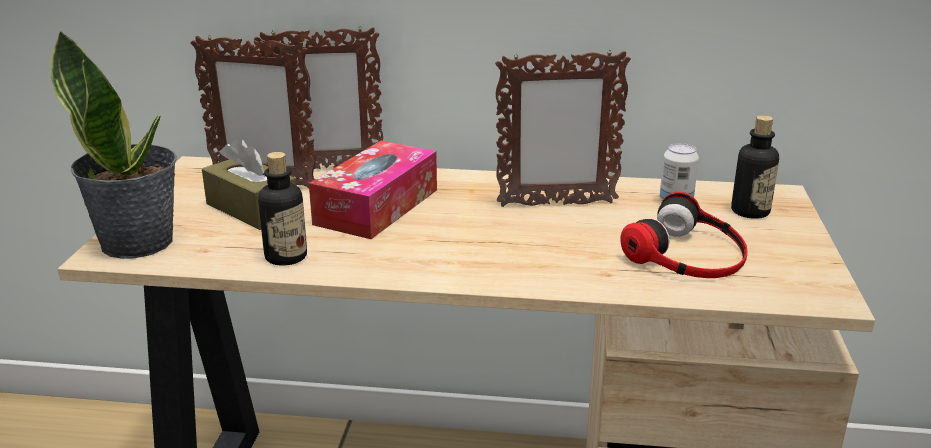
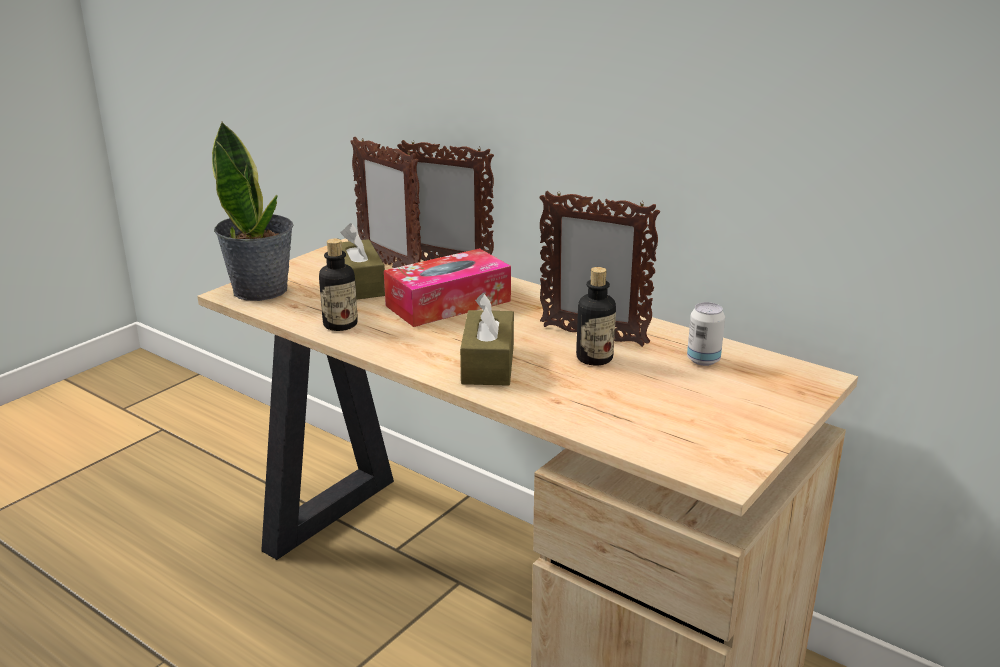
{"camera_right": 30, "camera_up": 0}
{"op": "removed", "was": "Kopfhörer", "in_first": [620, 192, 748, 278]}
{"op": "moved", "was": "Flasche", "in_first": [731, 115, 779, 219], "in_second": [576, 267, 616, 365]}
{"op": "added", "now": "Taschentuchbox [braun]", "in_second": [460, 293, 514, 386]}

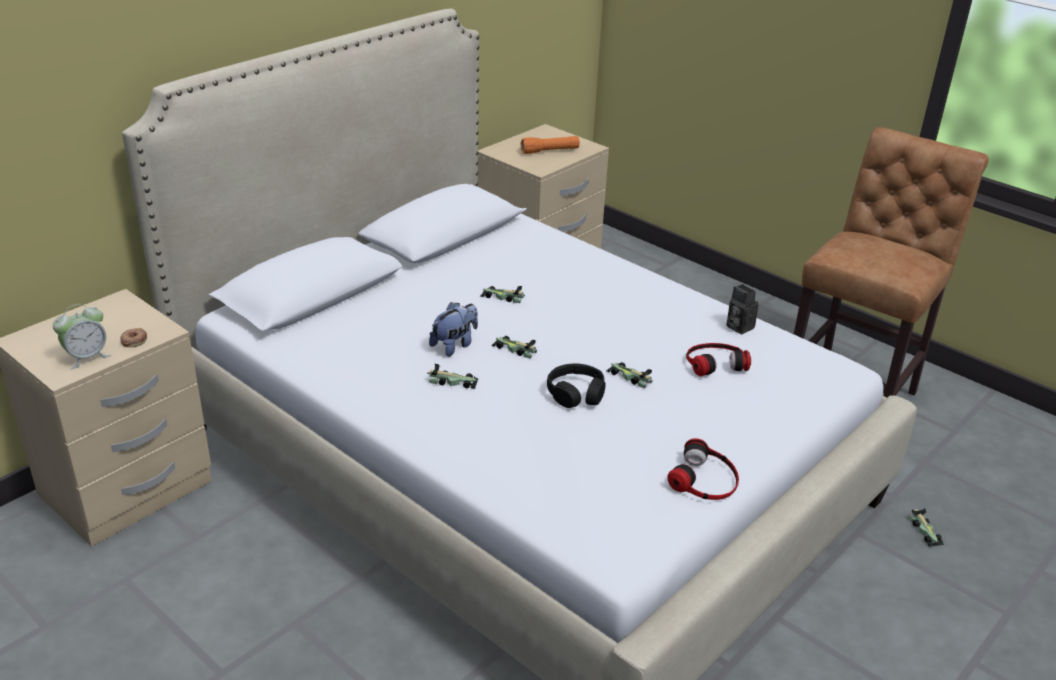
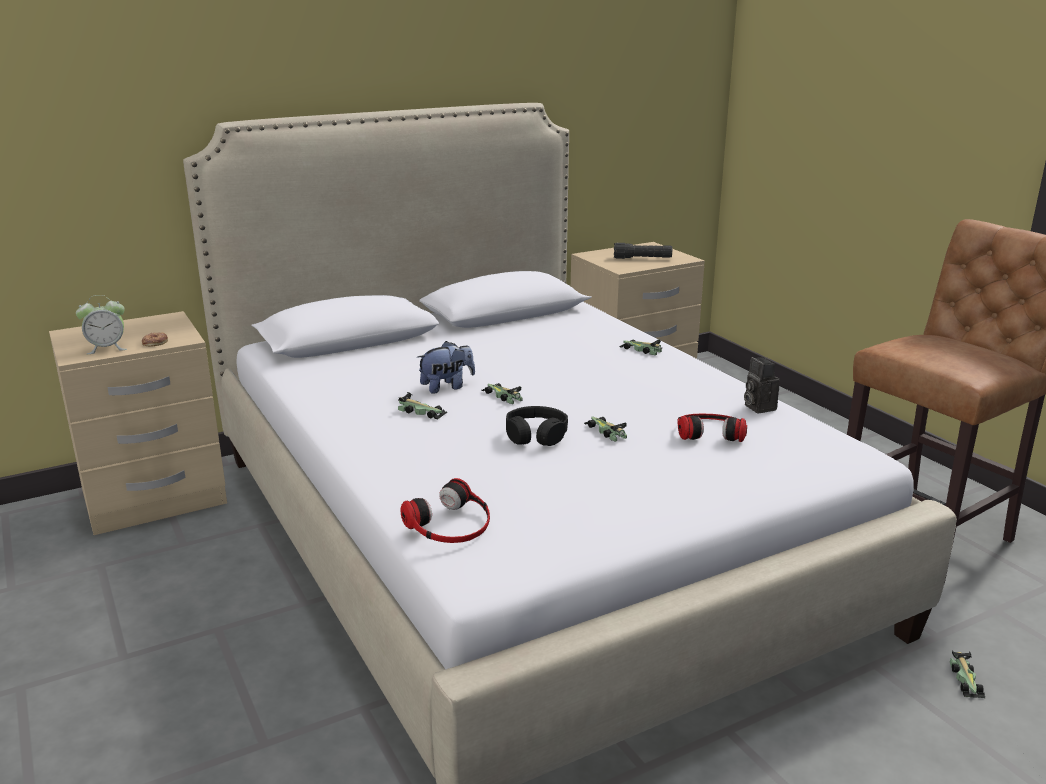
{"camera_right": 20, "camera_up": -10}
{"op": "moved", "was": "Spielzeugauto", "in_first": [481, 286, 525, 303], "in_second": [619, 339, 662, 355]}
{"op": "recoloured", "was": "Taschenlampe [orange]", "now": "Taschenlampe [schwarz]", "in_first": [521, 136, 580, 154], "in_second": [614, 243, 672, 259]}
{"op": "moved", "was": "Kopfhörer", "in_first": [667, 438, 739, 500], "in_second": [400, 478, 490, 543]}

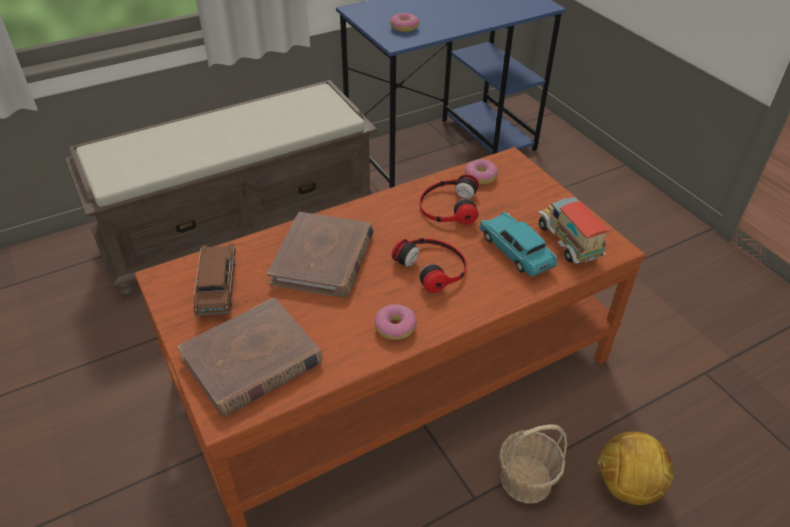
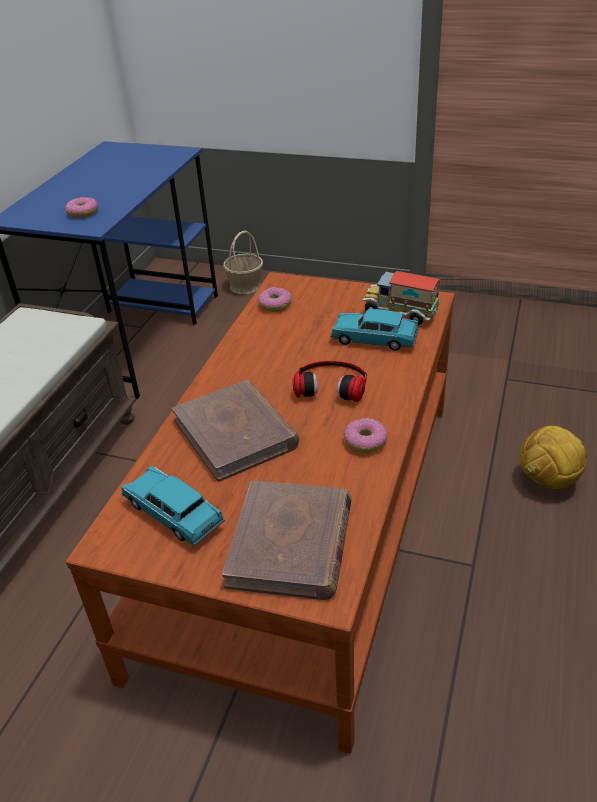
{"camera_right": -40, "camera_up": -5}
{"op": "recoloured", "was": "Spielzeugauto [braun]", "now": "Spielzeugauto [türkis]", "in_first": [194, 244, 236, 316], "in_second": [121, 466, 225, 546]}
{"op": "removed", "was": "Kopfhörer", "in_first": [419, 174, 479, 225]}
{"op": "moved", "was": "Korb", "in_first": [499, 424, 567, 504], "in_second": [223, 231, 263, 294]}

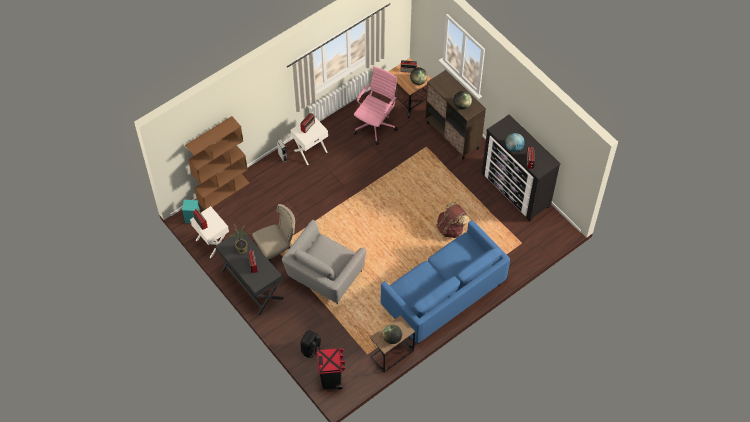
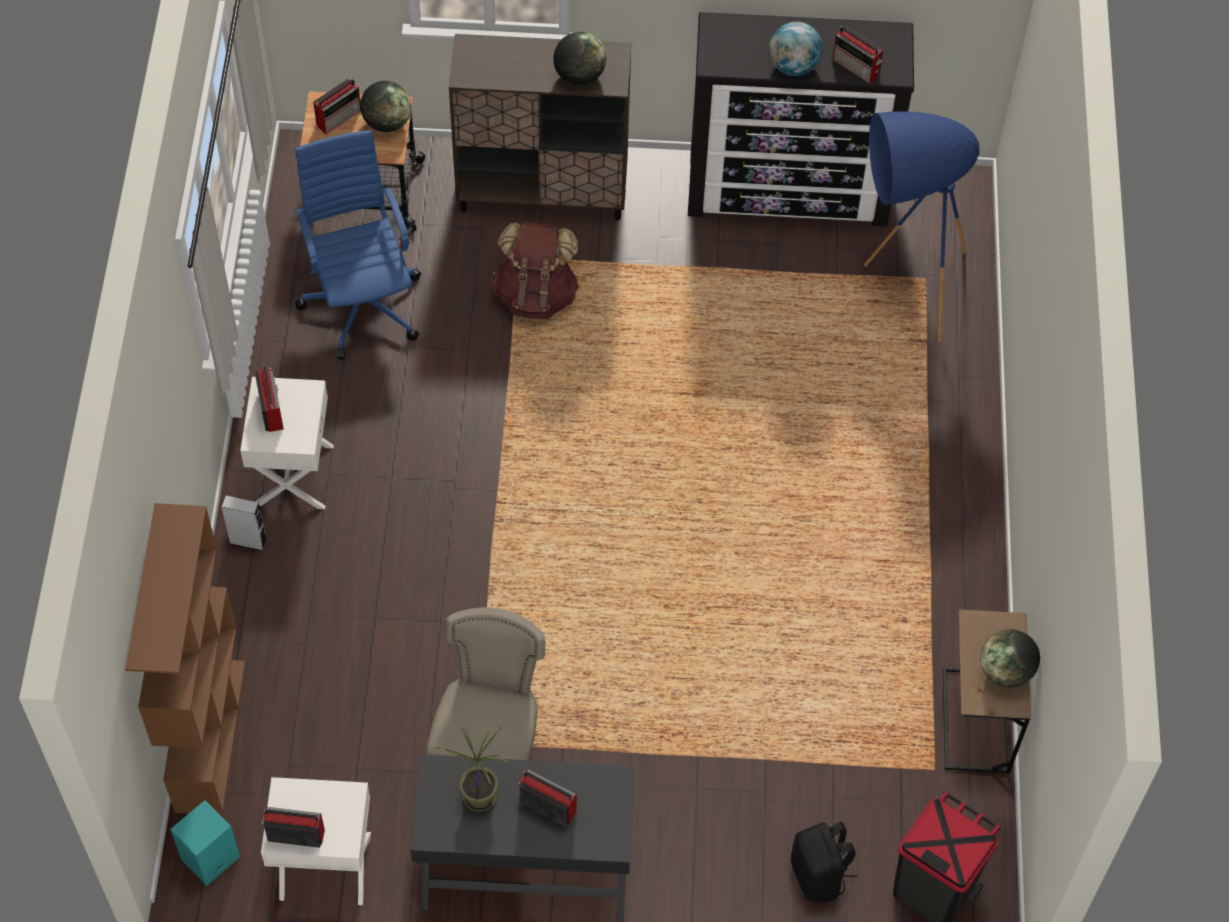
{"camera_right": -50, "camera_up": 0}
{"op": "removed", "was": "Sessel [grau]", "in_first": [282, 220, 366, 304]}
{"op": "recoloured", "was": "Bürostuhl [rosa]", "now": "Bürostuhl [blau]", "in_first": [353, 66, 398, 145], "in_second": [295, 130, 421, 359]}
{"op": "removed", "was": "Sofa [blau]", "in_first": [381, 220, 510, 344]}
{"op": "moved", "was": "Rucksack [braun]", "in_first": [437, 202, 469, 238], "in_second": [492, 221, 580, 319]}
{"op": "added", "now": "Stehlampe [blau]", "in_second": [864, 111, 979, 341]}

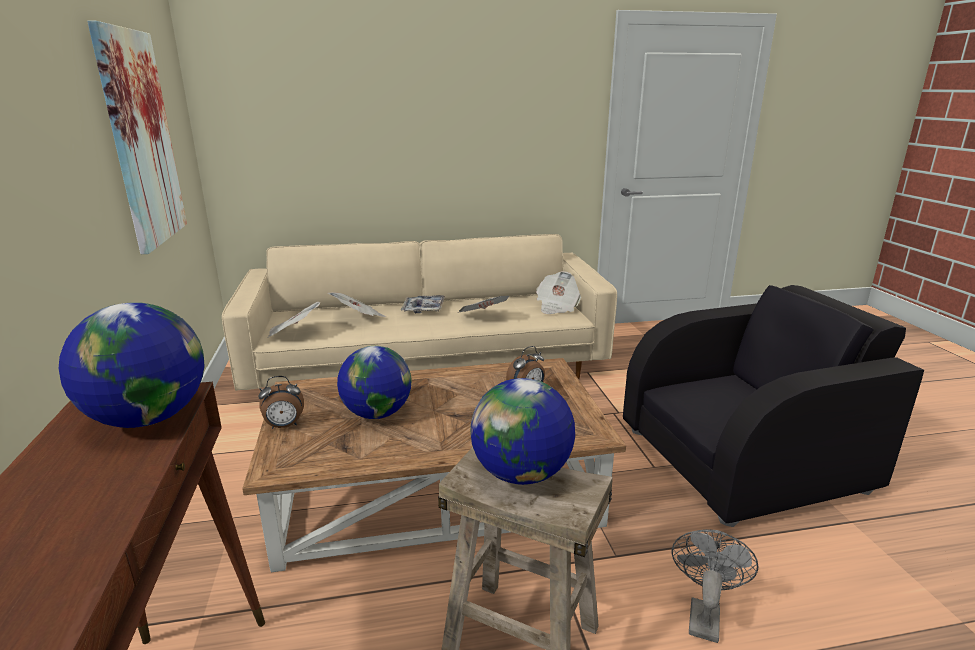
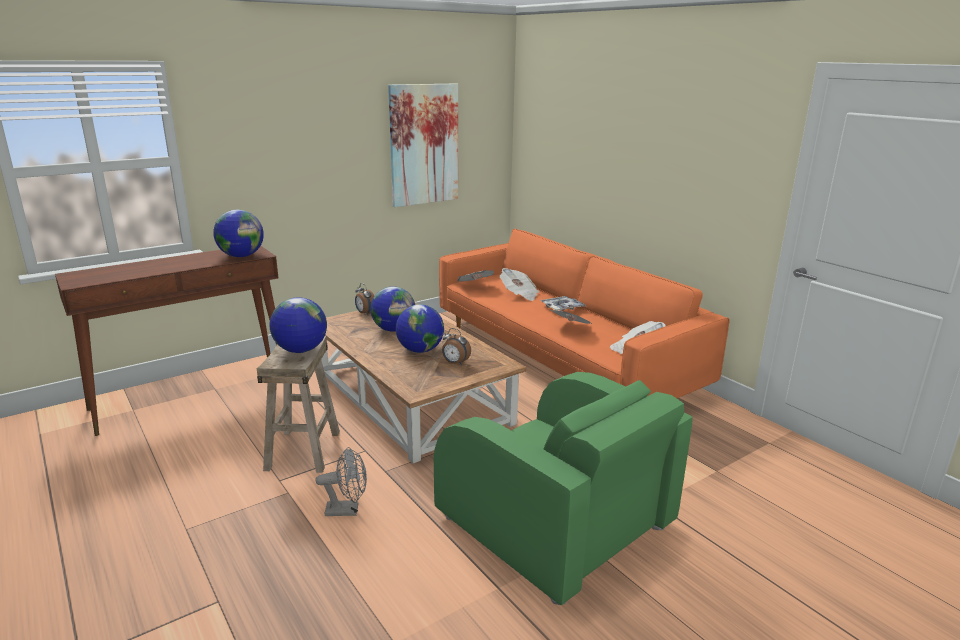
{"camera_right": 65, "camera_up": 0}
{"op": "recoloured", "was": "Sofa [beige]", "now": "Sofa [orange]", "in_first": [222, 234, 617, 391], "in_second": [439, 229, 730, 398]}
{"op": "recoloured", "was": "Sessel [schwarz]", "now": "Sessel [grün]", "in_first": [623, 285, 924, 527], "in_second": [434, 372, 693, 605]}
{"op": "added", "now": "Globus", "in_second": [396, 304, 444, 353]}

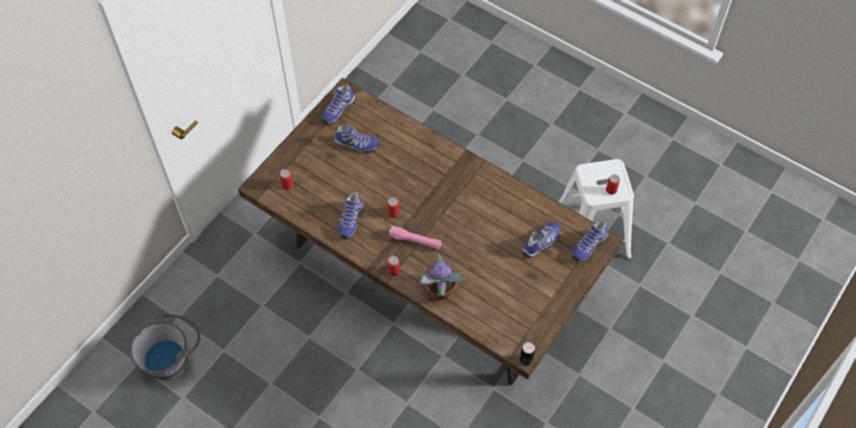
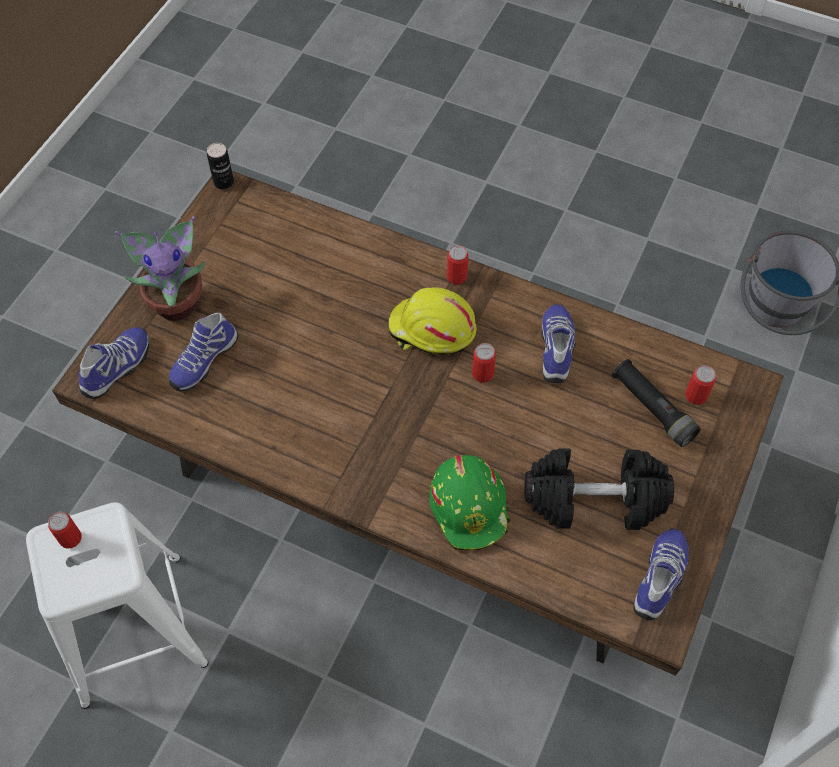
{"camera_right": 170, "camera_up": 0}
{"op": "replaced", "was": "Schuh", "now": "Hantel [schwarz]", "in_first": [334, 124, 380, 153], "in_second": [524, 448, 674, 530]}
{"op": "replaced", "was": "Taschenlampe [rosa]", "now": "Schutzhelm [gelb]", "in_first": [388, 226, 441, 250], "in_second": [388, 287, 476, 355]}
{"op": "moved", "was": "Topfpflanze", "in_first": [418, 253, 465, 300], "in_second": [115, 216, 206, 321]}
{"op": "added", "now": "Schutzhelm [grün]", "in_second": [429, 455, 510, 550]}
{"op": "added", "now": "Taschenlampe [schwarz]", "in_second": [611, 359, 701, 447]}

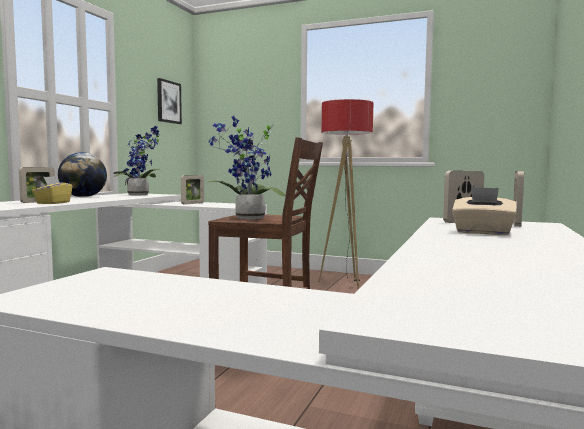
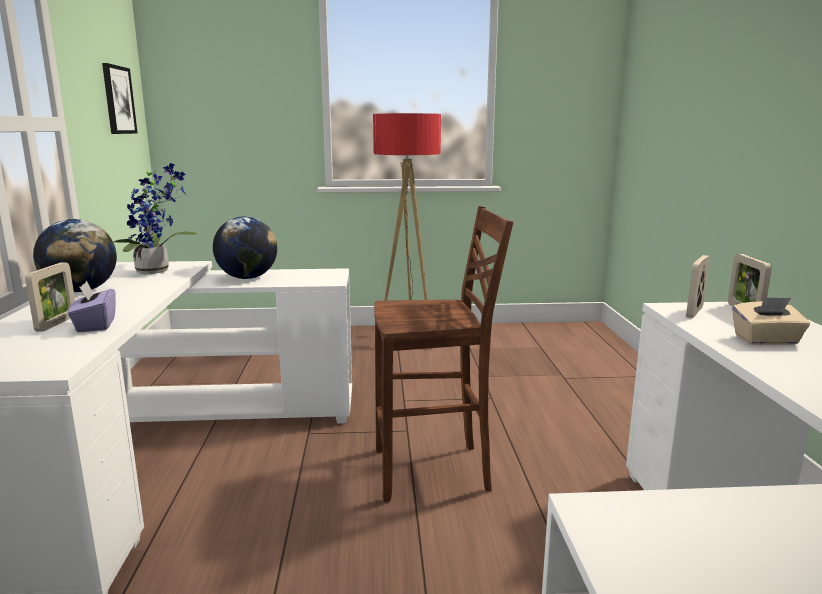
{"camera_right": -25, "camera_up": 10}
{"op": "recoloured", "was": "Taschentuchbox [gelb]", "now": "Taschentuchbox [lila]", "in_first": [32, 176, 72, 204], "in_second": [68, 281, 116, 332]}
{"op": "replaced", "was": "Bilderrahmen", "now": "Globus", "in_first": [181, 175, 204, 205], "in_second": [213, 216, 277, 279]}
{"op": "removed", "was": "Topfpflanze", "in_first": [206, 116, 285, 219]}

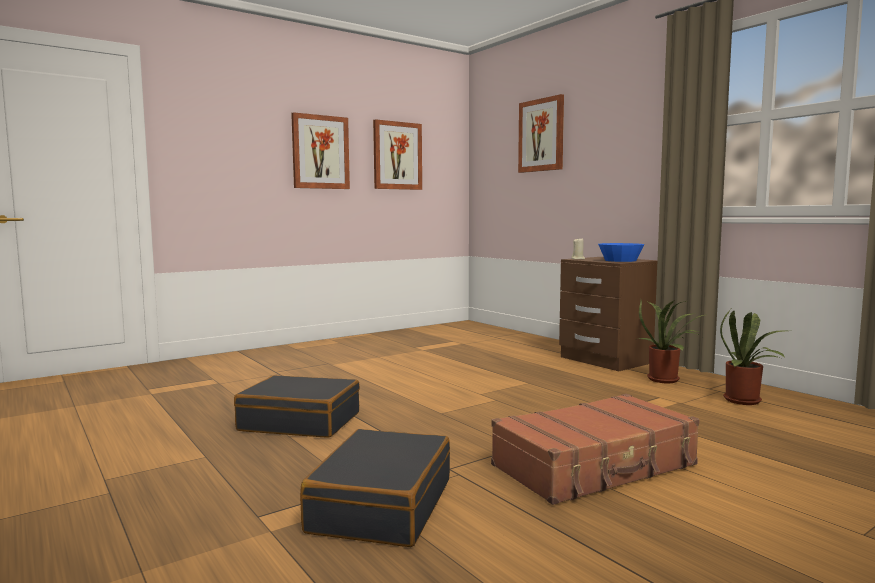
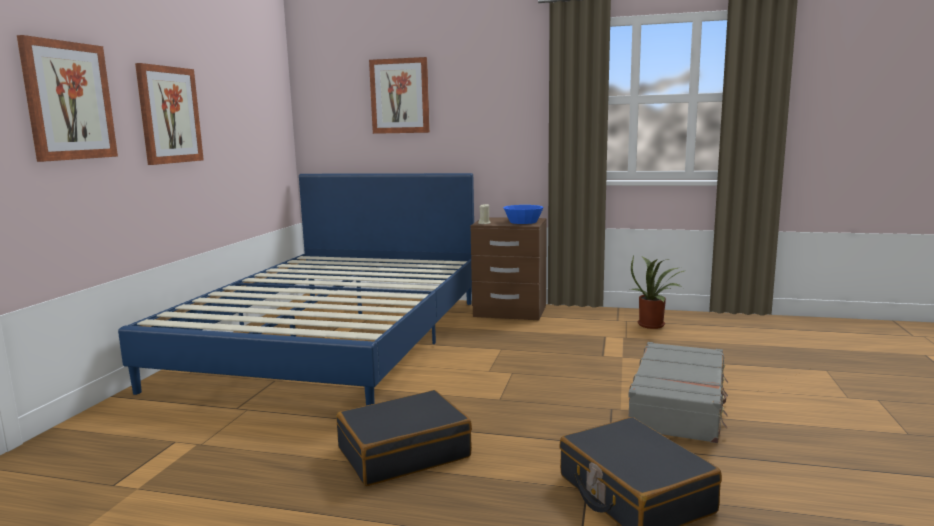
{"camera_right": -40, "camera_up": 5}
{"op": "moved", "was": "Bild", "in_first": [373, 119, 422, 190], "in_second": [17, 35, 118, 162]}
{"op": "recoloured", "was": "Koffer [braun]", "now": "Koffer [grau]", "in_first": [491, 394, 699, 505], "in_second": [628, 342, 728, 443]}
{"op": "removed", "was": "Topfpflanze", "in_first": [639, 300, 704, 383]}
{"op": "added", "now": "Bett [blau]", "in_second": [118, 173, 474, 405]}

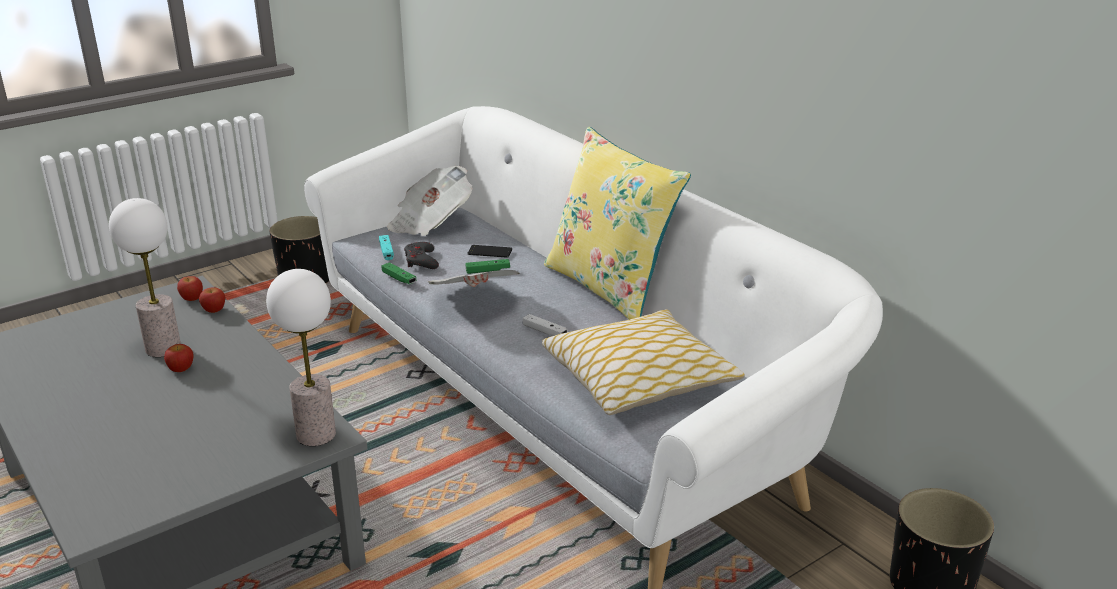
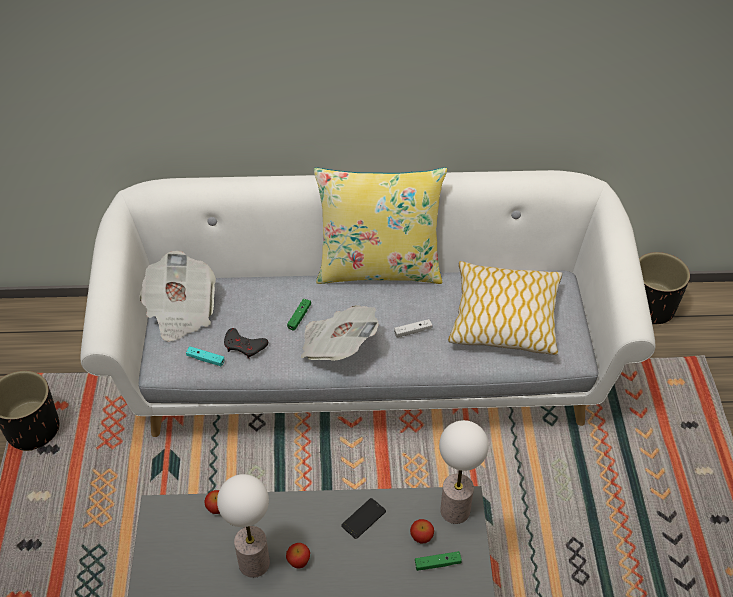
{"camera_right": -55, "camera_up": 20}
{"op": "moved", "was": "Apfel", "in_first": [177, 276, 203, 301], "in_second": [410, 519, 434, 544]}
{"op": "moved", "was": "Gamepad [grün]", "in_first": [382, 262, 417, 284], "in_second": [415, 551, 462, 571]}
{"op": "moved", "was": "Handy", "in_first": [467, 245, 512, 258], "in_second": [341, 498, 386, 539]}

